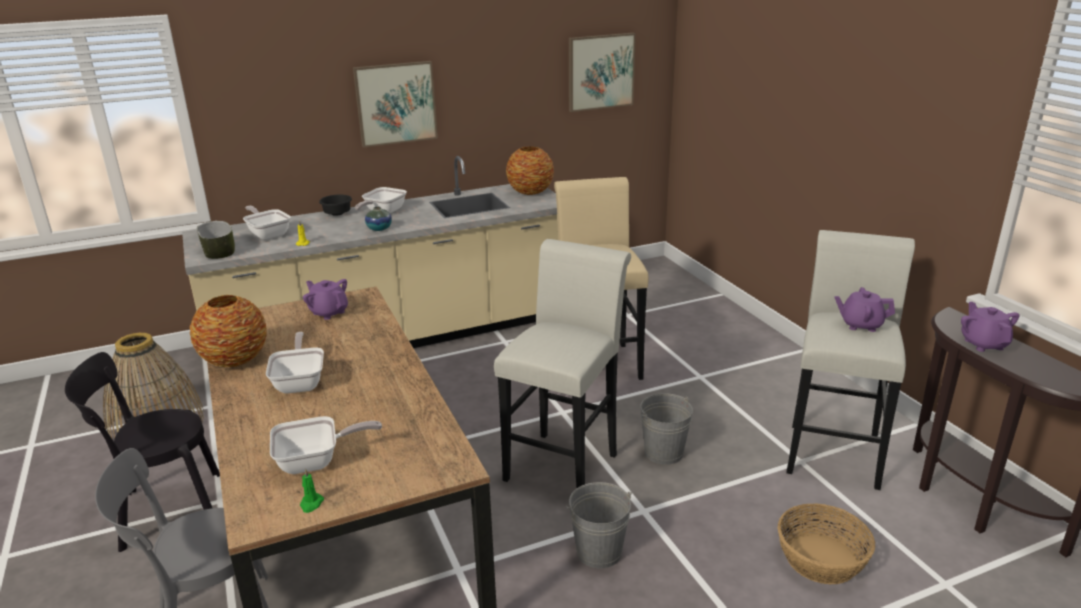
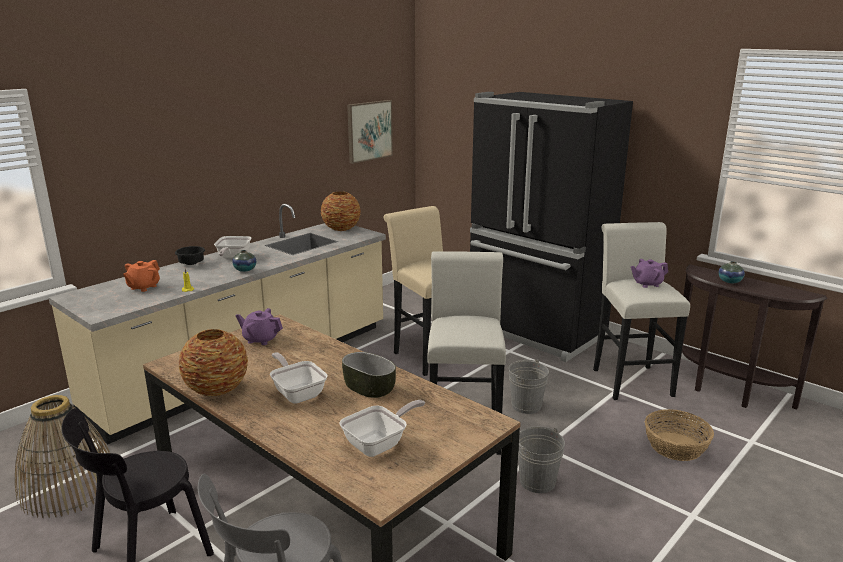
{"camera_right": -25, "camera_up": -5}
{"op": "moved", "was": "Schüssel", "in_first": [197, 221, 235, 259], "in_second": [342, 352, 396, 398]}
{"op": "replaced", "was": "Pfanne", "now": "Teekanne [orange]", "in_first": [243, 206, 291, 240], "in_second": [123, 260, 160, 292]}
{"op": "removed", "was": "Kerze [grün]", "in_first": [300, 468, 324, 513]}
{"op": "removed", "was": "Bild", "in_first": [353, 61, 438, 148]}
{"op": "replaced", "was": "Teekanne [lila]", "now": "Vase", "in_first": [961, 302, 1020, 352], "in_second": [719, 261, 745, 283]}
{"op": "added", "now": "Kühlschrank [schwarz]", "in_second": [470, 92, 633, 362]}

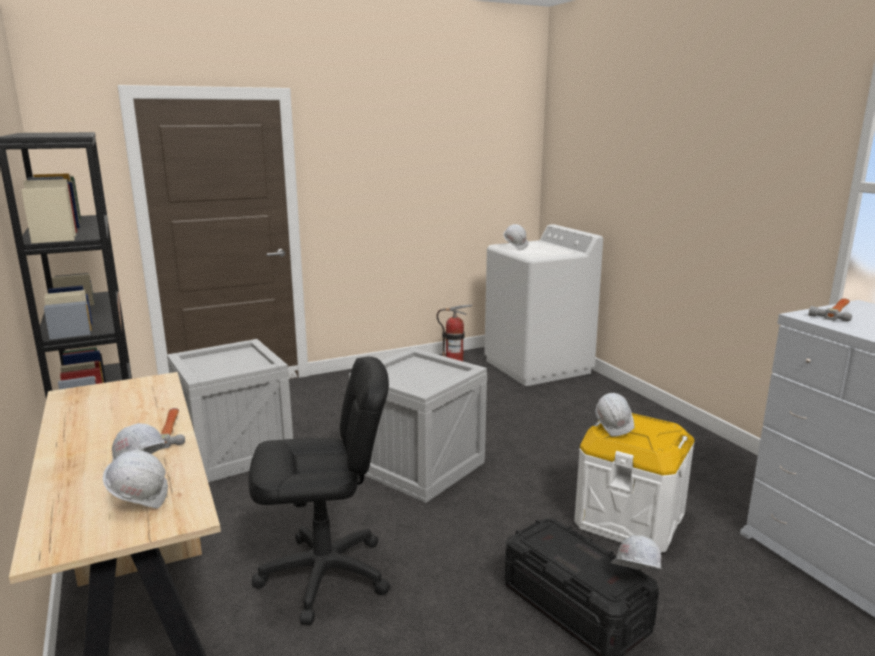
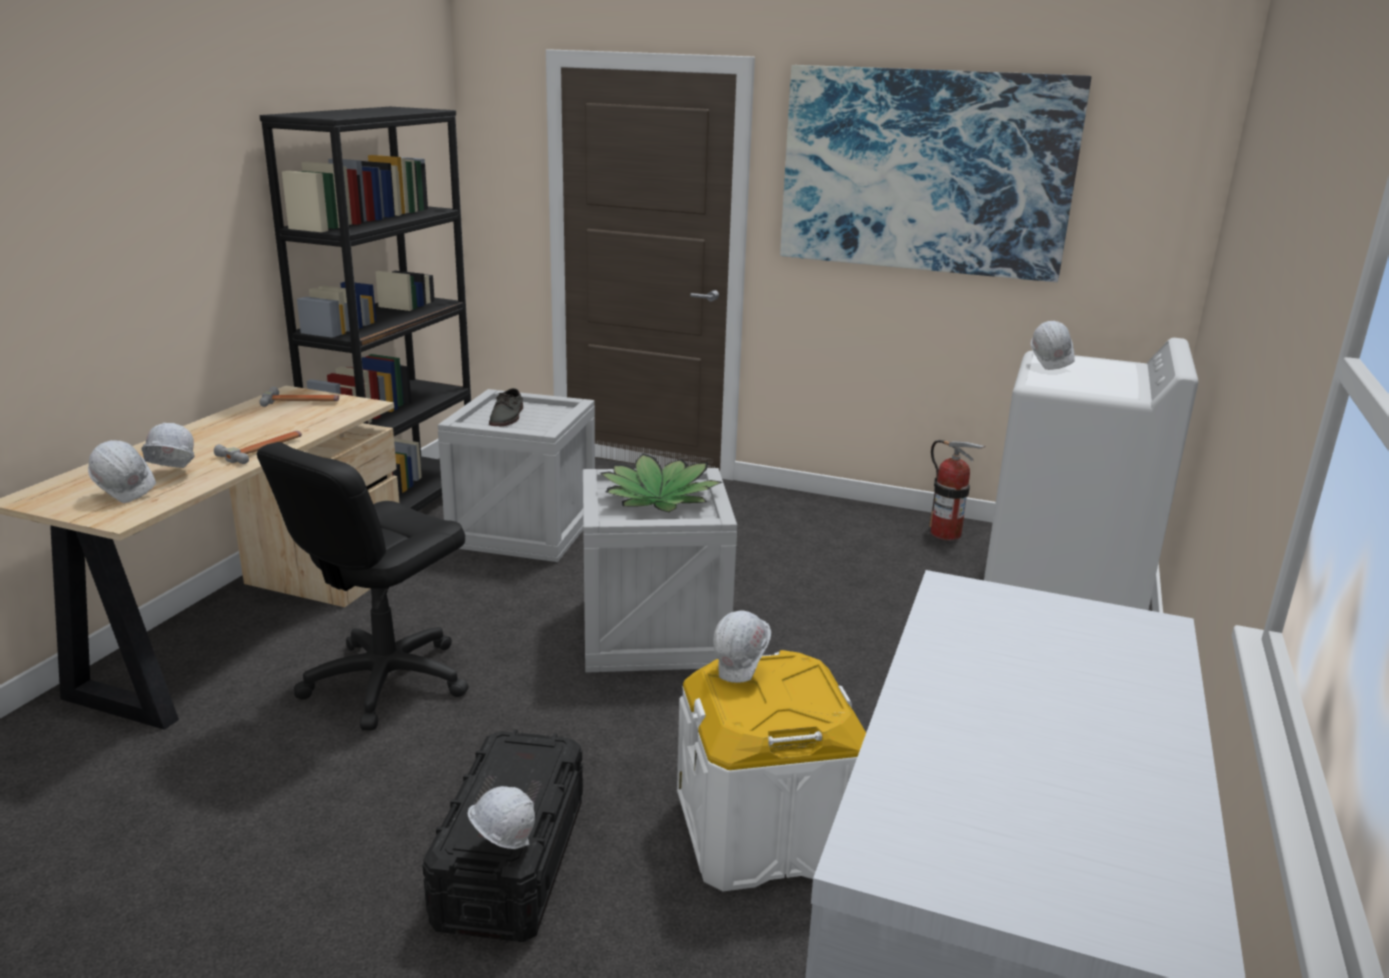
{"camera_right": 45, "camera_up": 5}
{"op": "turned", "was": "Bürostuhl [schwarz]", "in_first": [249, 356, 391, 625], "in_second": [257, 442, 469, 730], "clockwise": 90}
{"op": "moved", "was": "Hammer", "in_first": [809, 298, 852, 321], "in_second": [259, 387, 339, 407]}
{"op": "added", "now": "Schuh [grau]", "in_second": [489, 388, 523, 426]}
{"op": "added", "now": "Topfpflanze", "in_second": [600, 453, 722, 512]}
{"op": "added", "now": "Bild", "in_second": [780, 65, 1091, 282]}

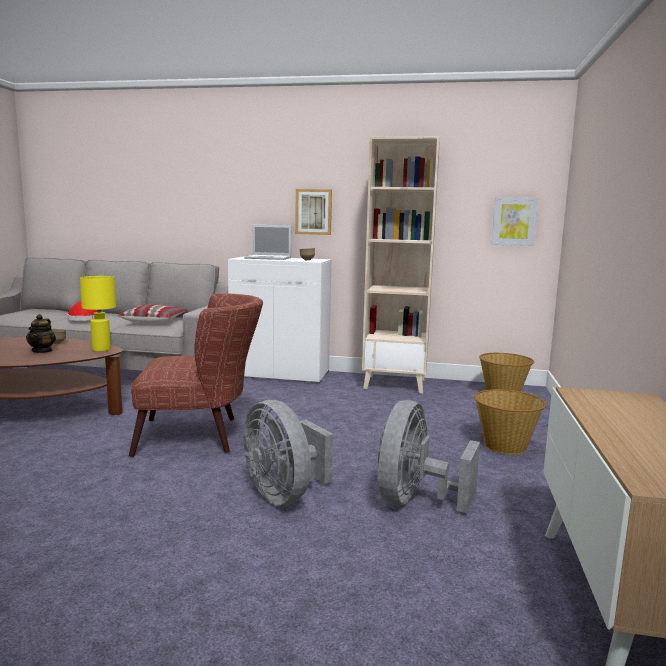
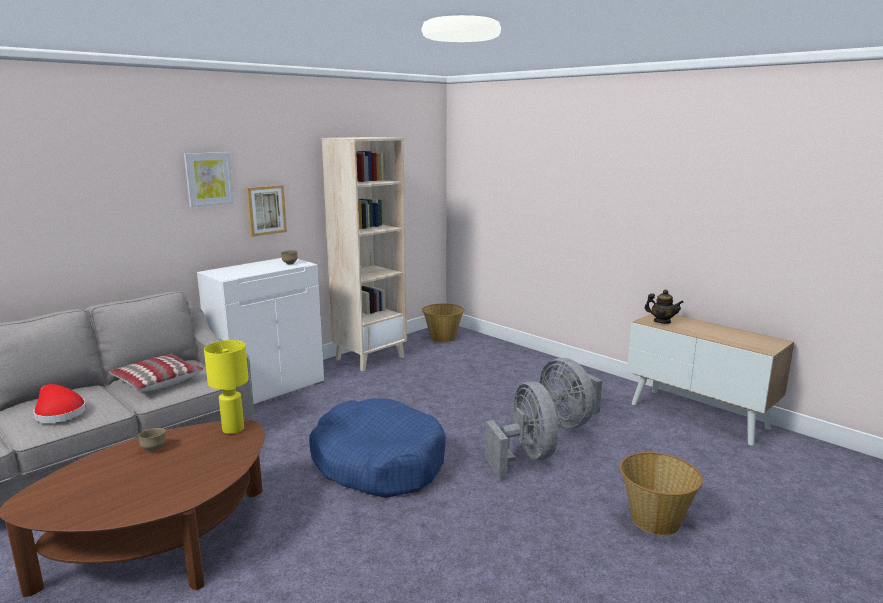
{"camera_right": -55, "camera_up": 5}
{"op": "moved", "was": "Teekanne", "in_first": [26, 314, 56, 353], "in_second": [645, 290, 684, 324]}
{"op": "replaced", "was": "Sessel [braun]", "now": "Hundebett [blau]", "in_first": [129, 294, 263, 457], "in_second": [309, 398, 446, 498]}
{"op": "removed", "was": "Laptop", "in_first": [244, 225, 291, 260]}
{"op": "turned", "was": "Ventilator [grau]", "in_first": [244, 400, 333, 505], "in_second": [485, 381, 558, 478], "clockwise": -105}
{"op": "moved", "was": "Korb", "in_first": [474, 389, 546, 454], "in_second": [620, 452, 703, 536]}
{"op": "moved", "was": "Bild", "in_first": [491, 197, 538, 246], "in_second": [184, 152, 234, 207]}

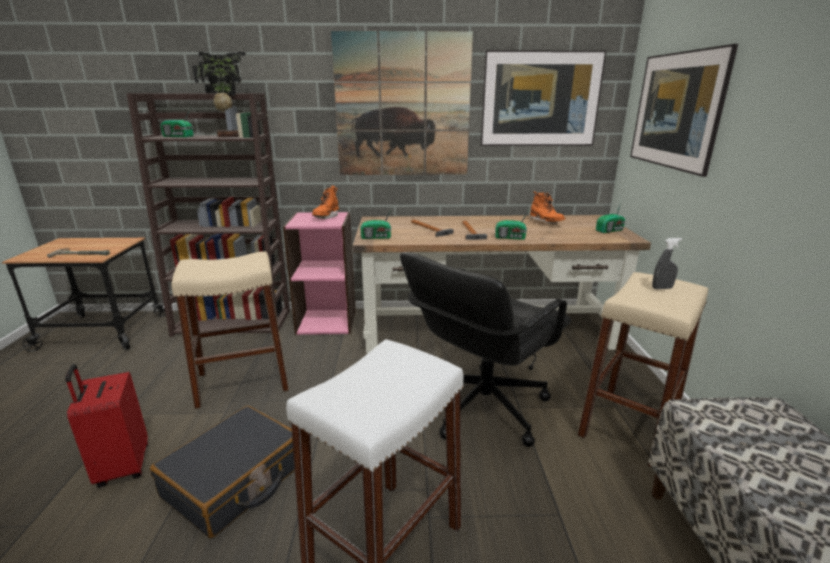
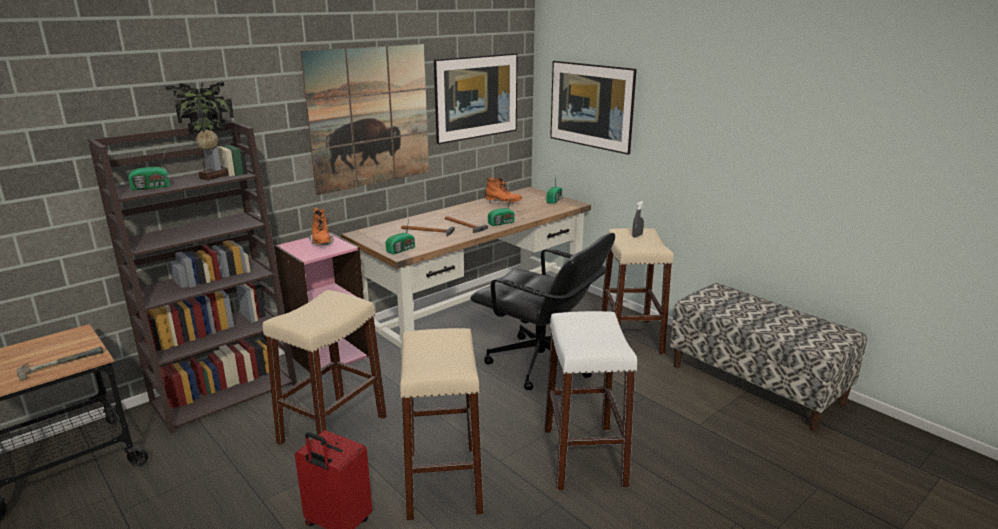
{"camera_right": -40, "camera_up": 0}
{"op": "replaced", "was": "Koffer [schwarz]", "now": "Hocker [beige]", "in_first": [150, 406, 295, 538], "in_second": [400, 328, 484, 520]}
{"op": "turned", "was": "Bürostuhl [schwarz]", "in_first": [400, 252, 571, 447], "in_second": [470, 233, 615, 390], "clockwise": -60}

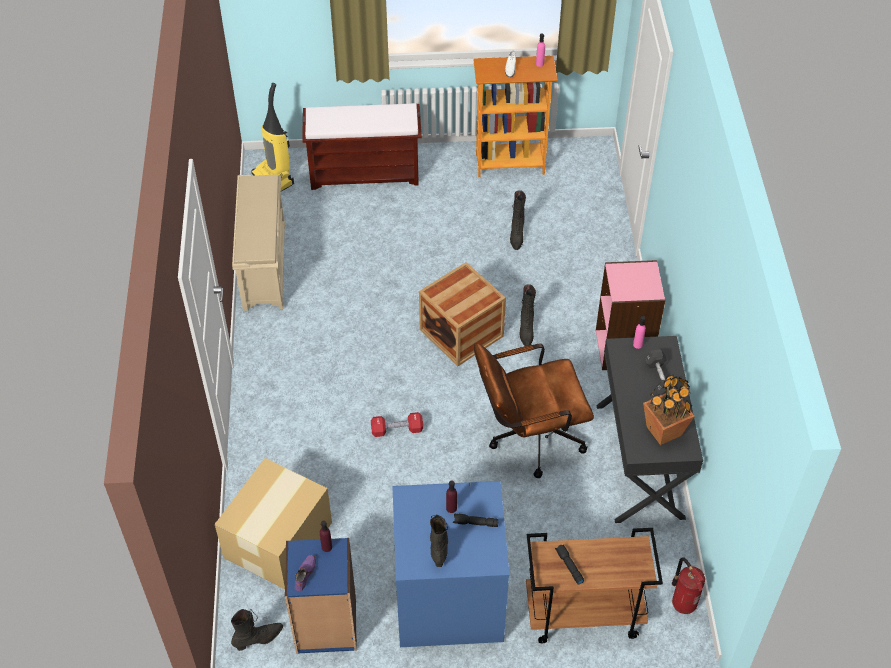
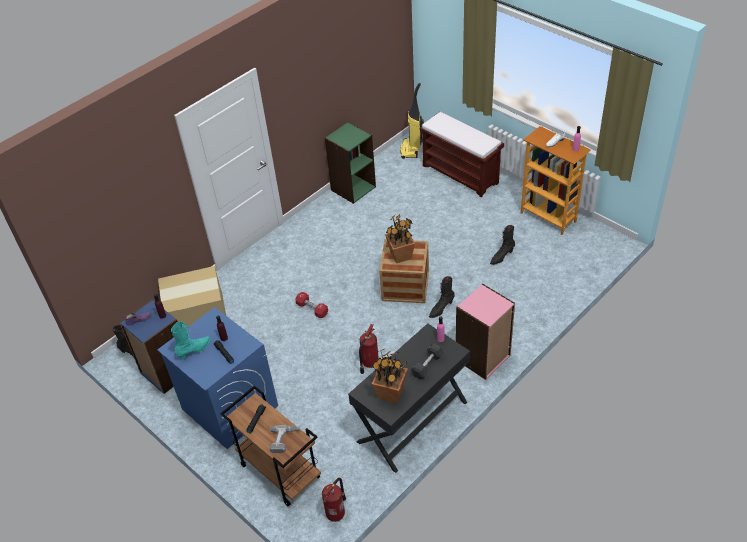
{"camera_right": 50, "camera_up": -5}
{"op": "replaced", "was": "Schuhregal [beige]", "now": "Bücherregal [grün]", "in_first": [232, 175, 285, 311], "in_second": [324, 122, 376, 204]}
{"op": "recoloured", "was": "Stiefel [schwarz]", "now": "Stiefel [türkis]", "in_first": [430, 515, 448, 567], "in_second": [171, 322, 211, 360]}
{"op": "replaced", "was": "Bürostuhl [braun]", "now": "Feuerlöscher", "in_first": [474, 343, 594, 478], "in_second": [359, 324, 379, 374]}
{"op": "added", "now": "Bohrmaschine", "in_second": [270, 425, 300, 453]}
{"op": "added", "now": "Topfpflanze", "in_second": [385, 215, 415, 263]}

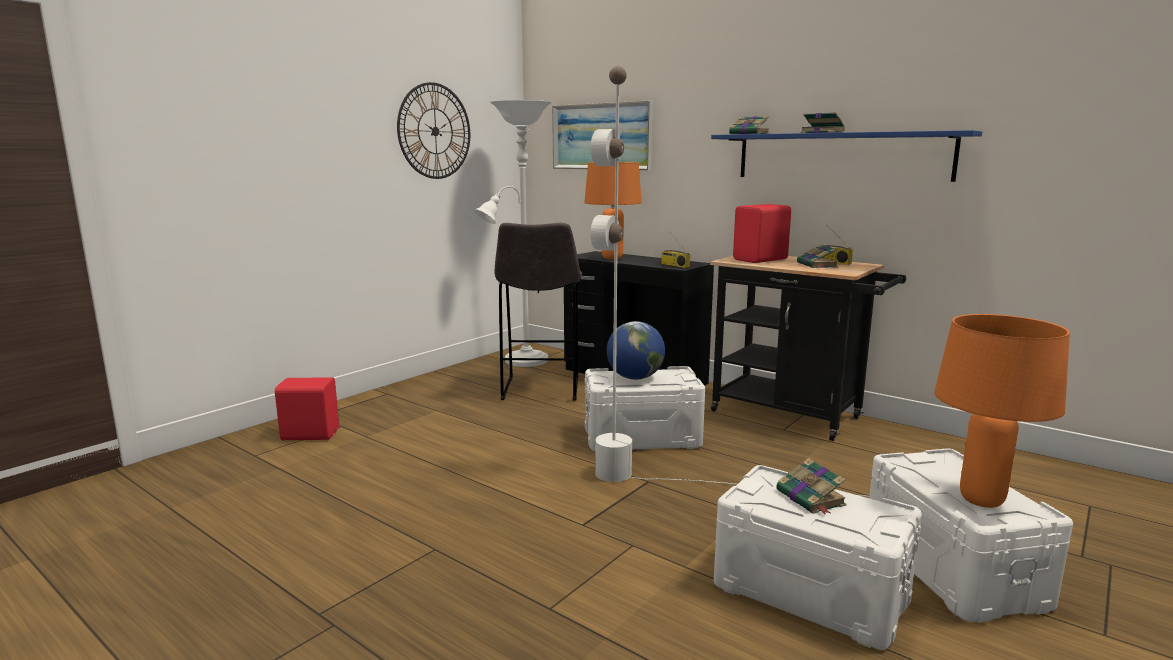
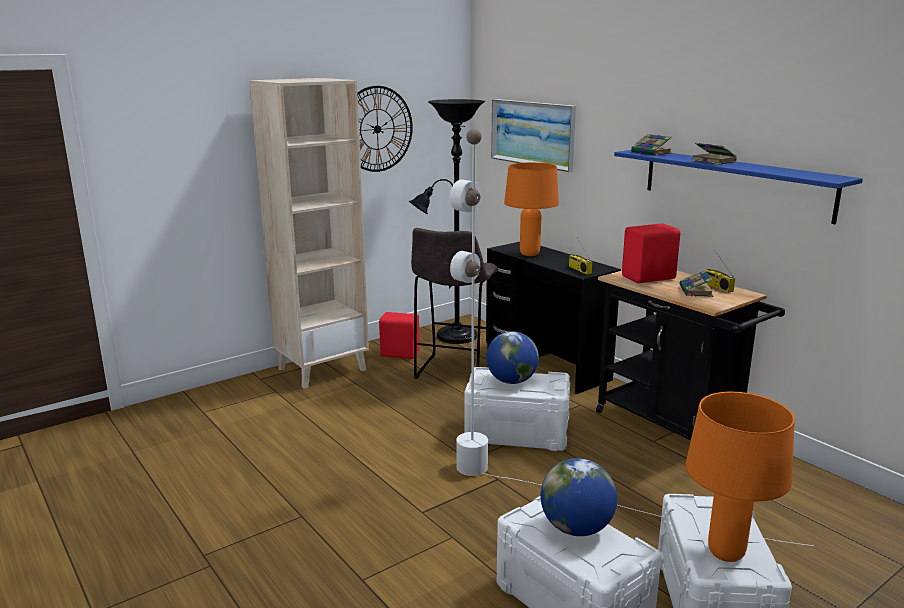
{"camera_right": 15, "camera_up": 5}
{"op": "moved", "was": "Lautsprecher [rot]", "in_first": [275, 377, 339, 440], "in_second": [379, 312, 420, 359]}
{"op": "recoloured", "was": "Stehlampe [weiß]", "now": "Stehlampe [schwarz]", "in_first": [474, 100, 552, 367], "in_second": [409, 99, 485, 344]}
{"op": "replaced", "was": "Buch", "now": "Globus", "in_first": [776, 458, 846, 515], "in_second": [541, 458, 617, 536]}
{"op": "added", "now": "Bücherregal [beige]", "in_second": [249, 78, 369, 389]}

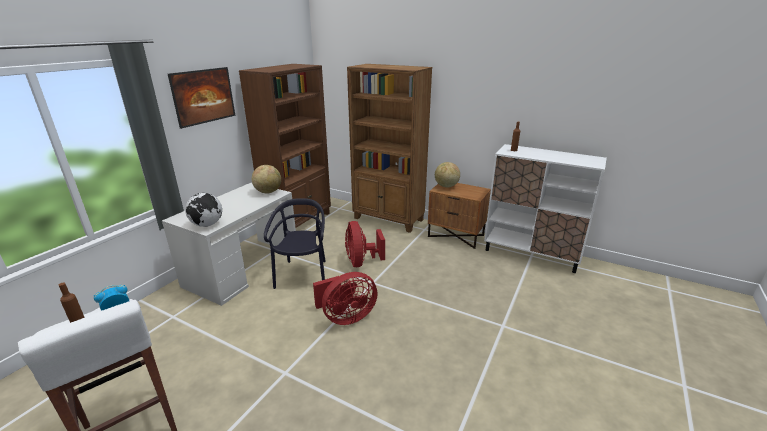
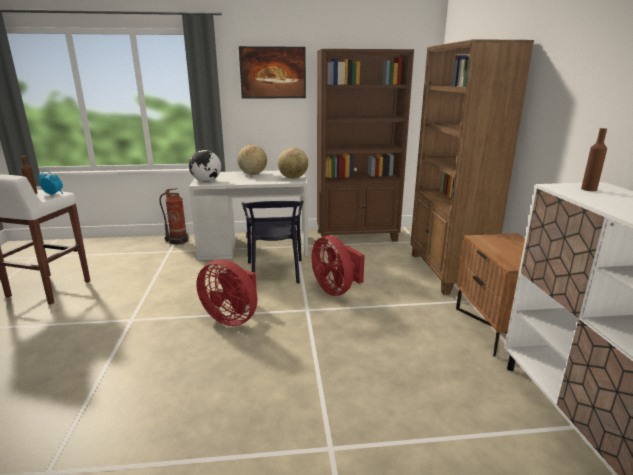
{"camera_right": 55, "camera_up": -5}
{"op": "turned", "was": "Stuhl [schwarz]", "in_first": [264, 198, 326, 289], "in_second": [241, 201, 304, 284], "clockwise": 120}
{"op": "turned", "was": "Ventilator [rot]", "in_first": [345, 221, 385, 267], "in_second": [312, 236, 365, 296], "clockwise": -75}
{"op": "moved", "was": "Globus", "in_first": [435, 162, 460, 187], "in_second": [237, 145, 267, 175]}
{"op": "added", "now": "Feuerlöscher", "in_second": [159, 188, 189, 245]}

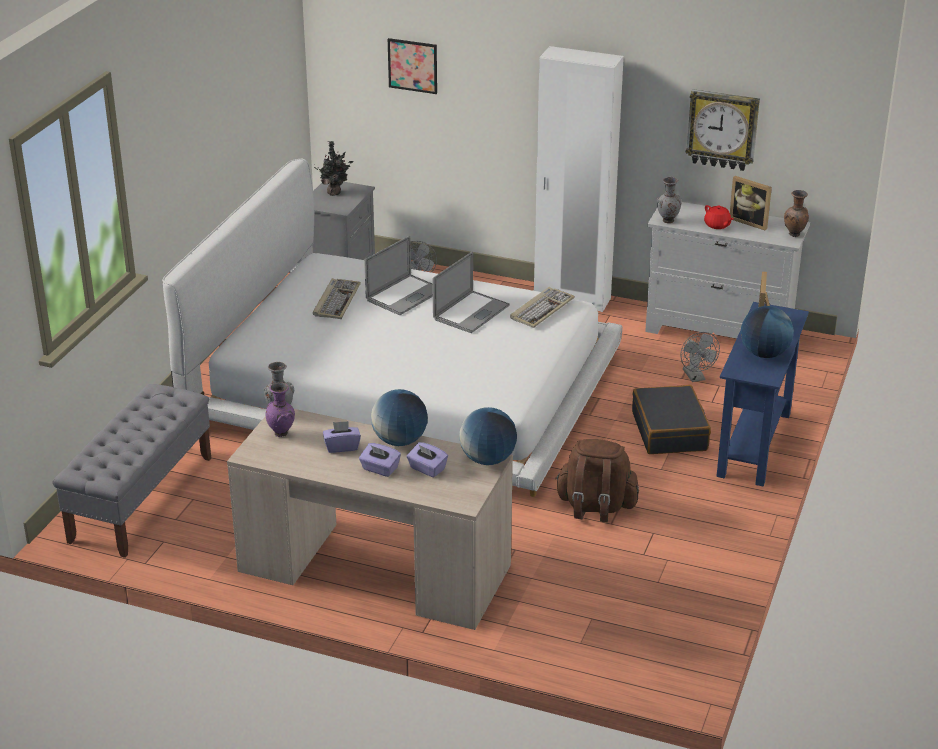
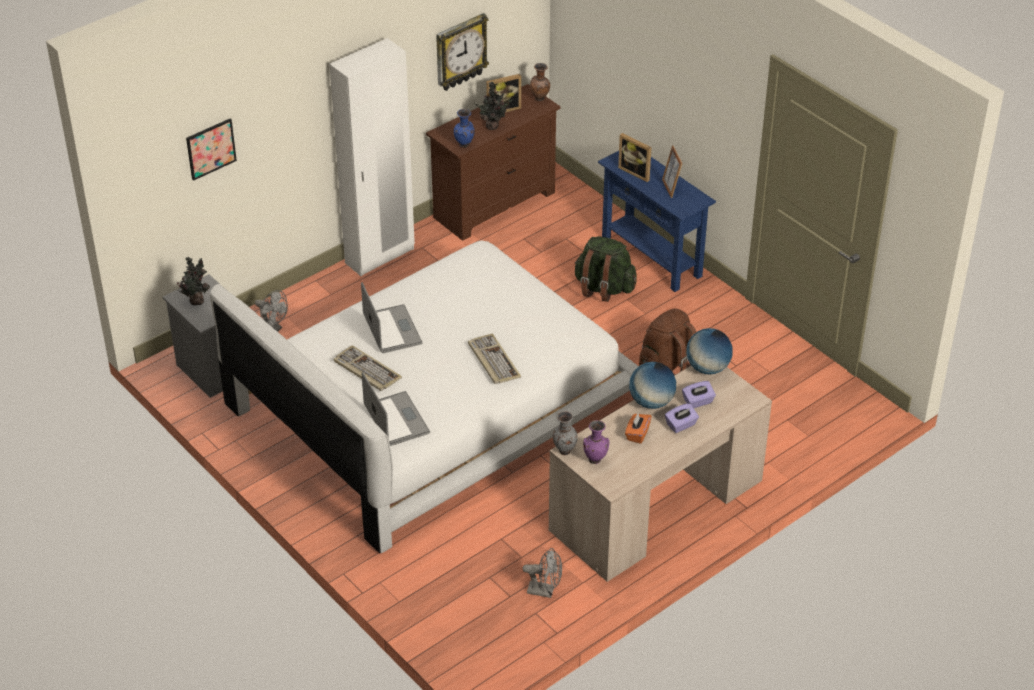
{"camera_right": -60, "camera_up": 10}
{"op": "removed", "was": "Bank [grau]", "in_first": [53, 384, 211, 558]}
{"op": "recoloured", "was": "Taschentuchbox [lila]", "now": "Taschentuchbox [orange]", "in_first": [323, 421, 361, 453], "in_second": [625, 413, 652, 444]}
{"op": "moved", "was": "Laptop", "in_first": [432, 252, 510, 333], "in_second": [362, 372, 430, 446]}
{"op": "moved", "was": "Tastatur", "in_first": [510, 287, 575, 328], "in_second": [468, 334, 521, 384]}
{"op": "replaced", "was": "Koffer [schwarz]", "now": "Rucksack [grün]", "in_first": [632, 385, 711, 454], "in_second": [574, 236, 637, 302]}
{"op": "recoloured", "was": "Kommode [weiß]", "now": "Kommode [braun]", "in_first": [645, 202, 810, 338], "in_second": [426, 84, 561, 241]}
{"op": "recoloured", "was": "Vase [grau]", "now": "Vase [blau]", "in_first": [657, 177, 682, 223], "in_second": [454, 109, 475, 148]}
{"op": "moved", "was": "Ventilator [grau]", "in_first": [680, 332, 720, 382], "in_second": [522, 548, 562, 598]}
{"op": "replaced", "was": "Teekanne [rot]", "now": "Topfpflanze", "in_first": [704, 205, 733, 229], "in_second": [474, 82, 512, 130]}
{"op": "replaced", "was": "Globus", "now": "Bilderrahmen", "in_first": [741, 306, 794, 358], "in_second": [662, 145, 683, 198]}

